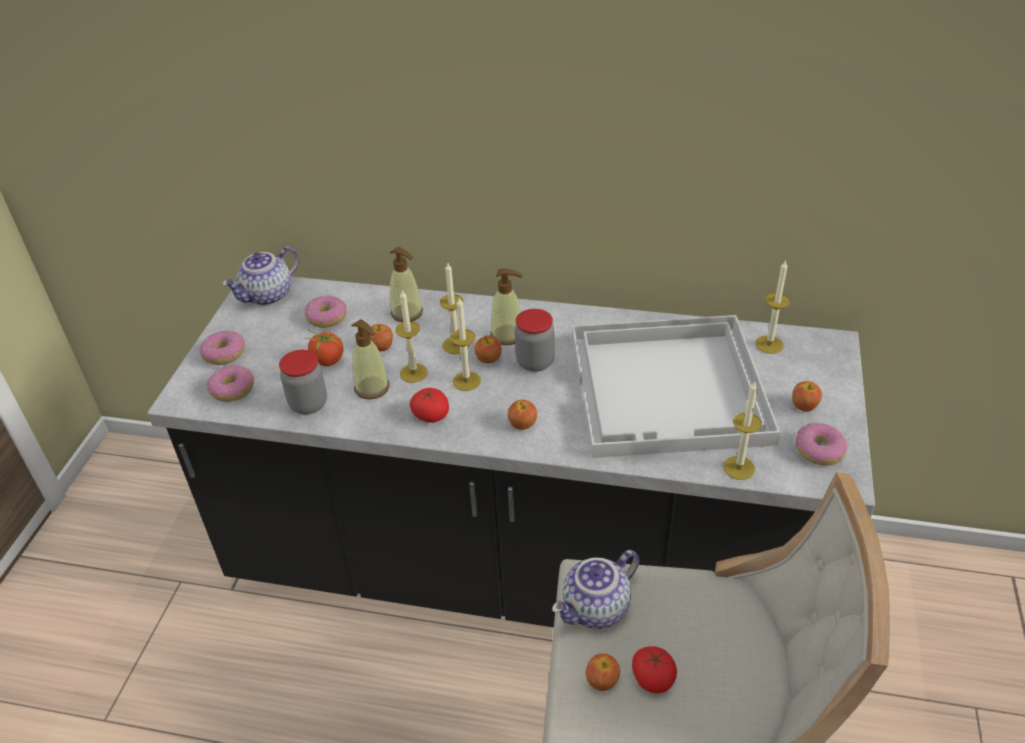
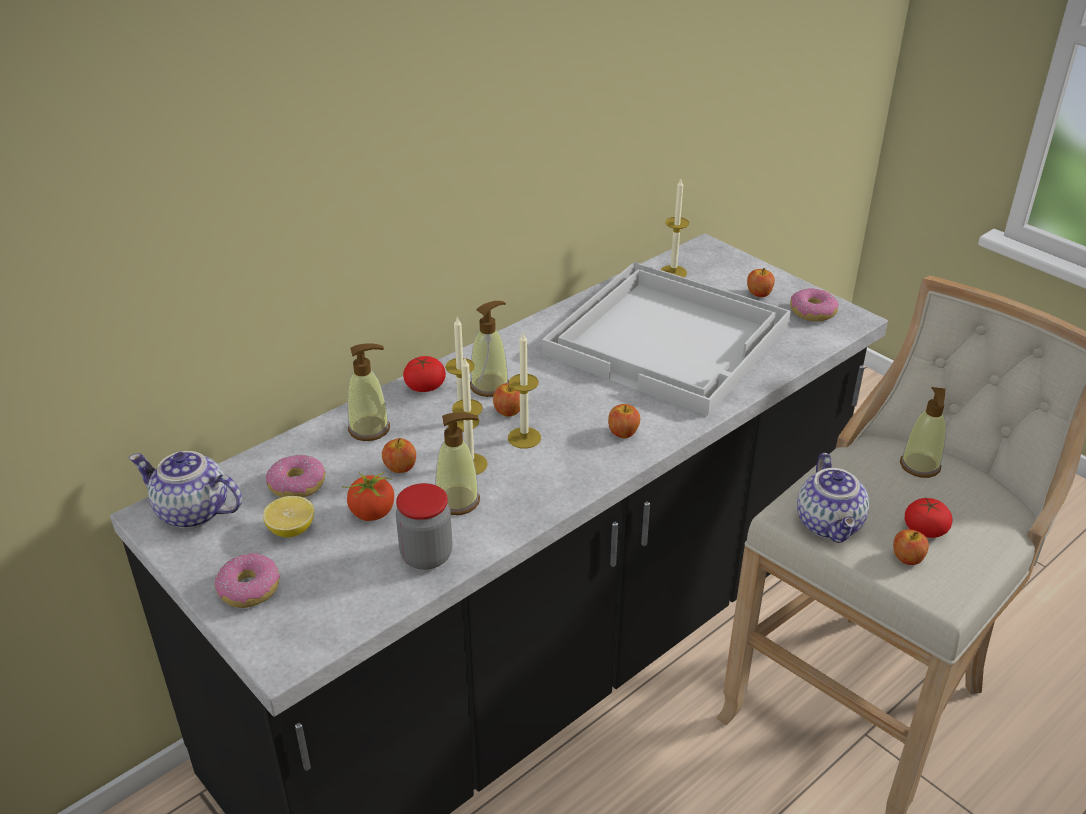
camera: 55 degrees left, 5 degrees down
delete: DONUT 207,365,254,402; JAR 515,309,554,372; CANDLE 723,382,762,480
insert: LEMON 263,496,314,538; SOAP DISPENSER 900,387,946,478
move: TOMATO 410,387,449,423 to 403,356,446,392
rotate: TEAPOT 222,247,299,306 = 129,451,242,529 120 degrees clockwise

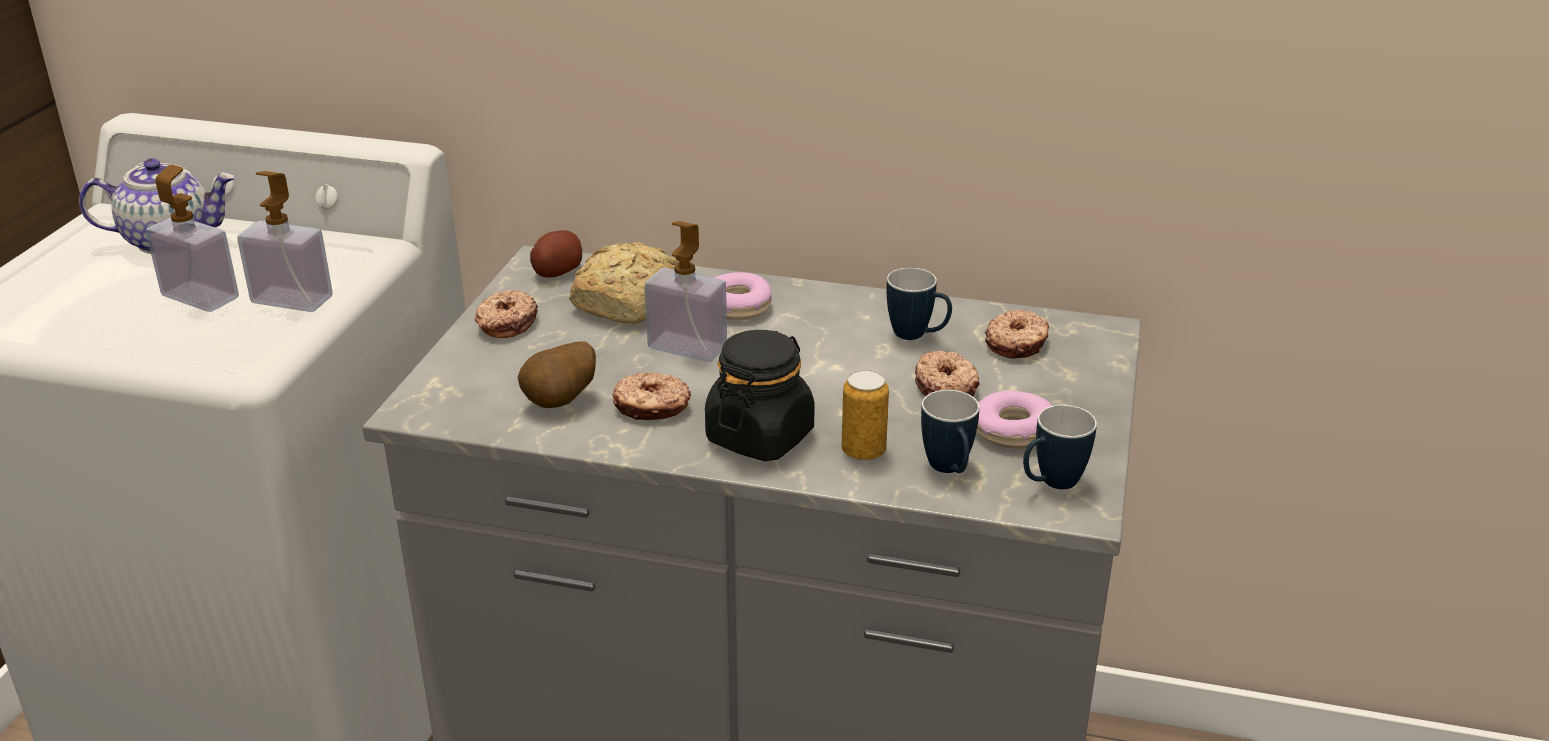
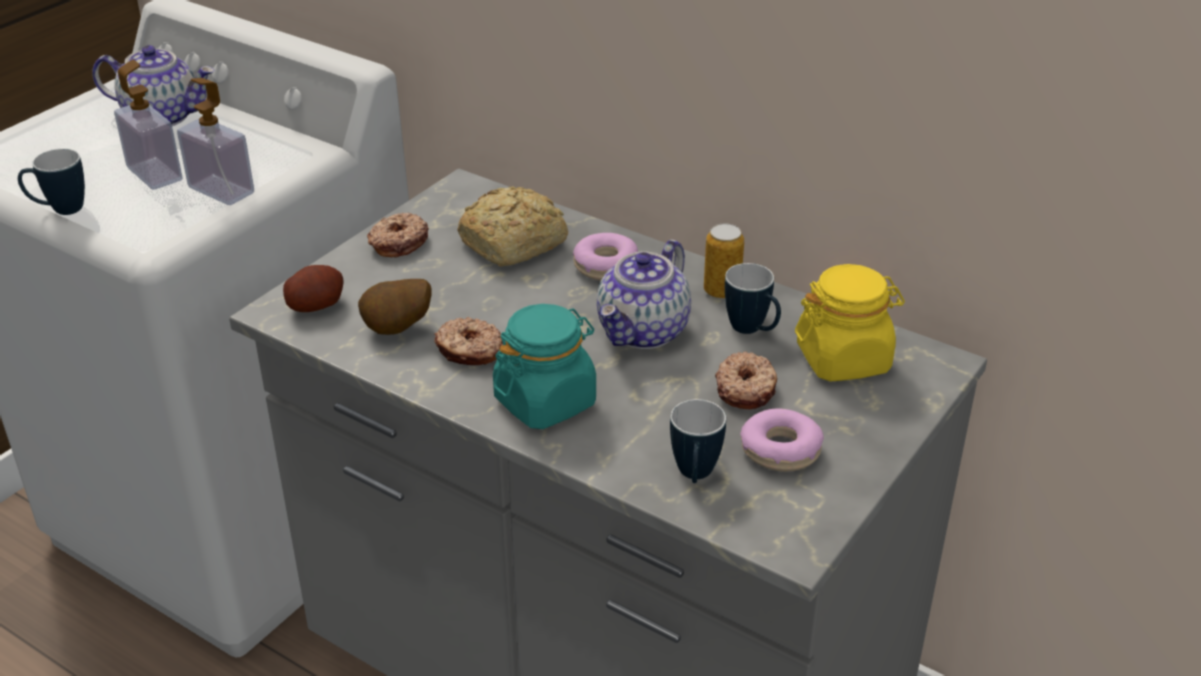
camera: 20 degrees right, 5 degrees up
delete: SOAP DISPENSER 645,221,727,362
insert: TEAPOT 597,240,691,349
move: MUG 1023,405,1097,489 to 18,149,85,215; POTATO 530,230,582,278 to 283,265,344,312; CAN 841,370,889,461 to 704,224,744,299
replace: DONUT 985,309,1049,358 to YELLOW JAR 795,264,905,382
recolor: BLACK JAR 705,330,815,461 to TURQUOISE JAR 493,304,596,429

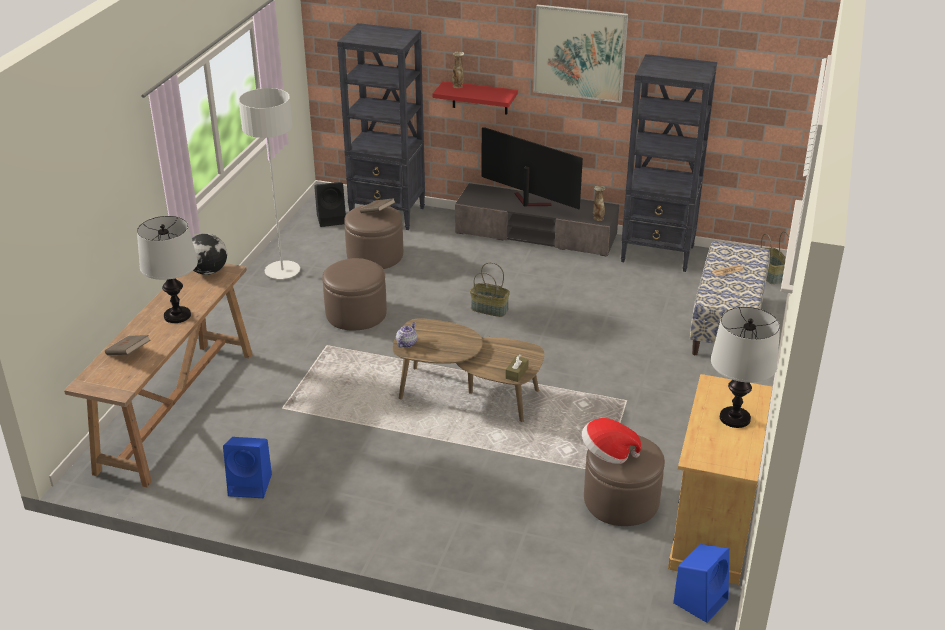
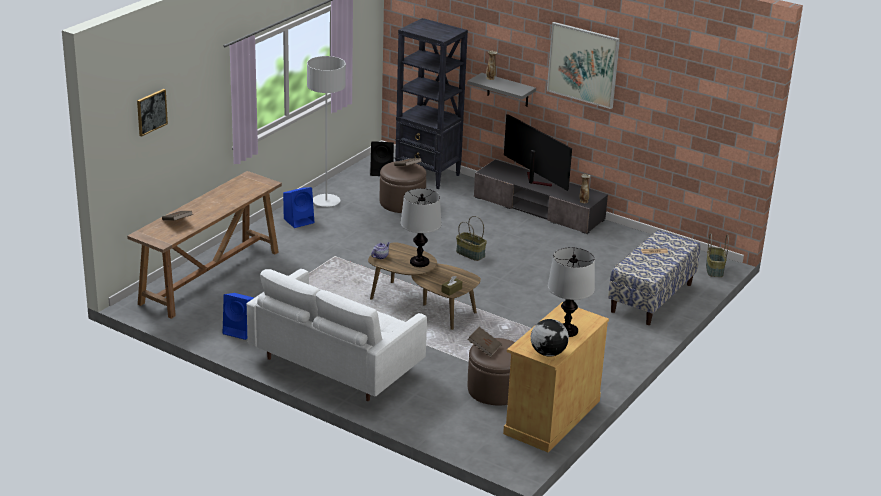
camera: 15 degrees right, 5 degrees down
delete: BROWN OTTOMAN 322,258,387,330; BLACK BOOKCASE 621,54,717,272
insert: PICTURE 137,89,168,137; WHITE SOFA 246,269,427,401
move: BLUE SPEAKER 673,544,729,623 to 283,187,315,228; TABLE LAMP 137,216,198,323 to 400,188,442,267; GLOBE 192,233,227,275 to 531,319,569,357
replace: HAT 582,418,641,464 to BROWN BOOK 467,327,502,357
recolor: RED SHELF 432,81,518,114 to GREY SHELF 467,73,536,107

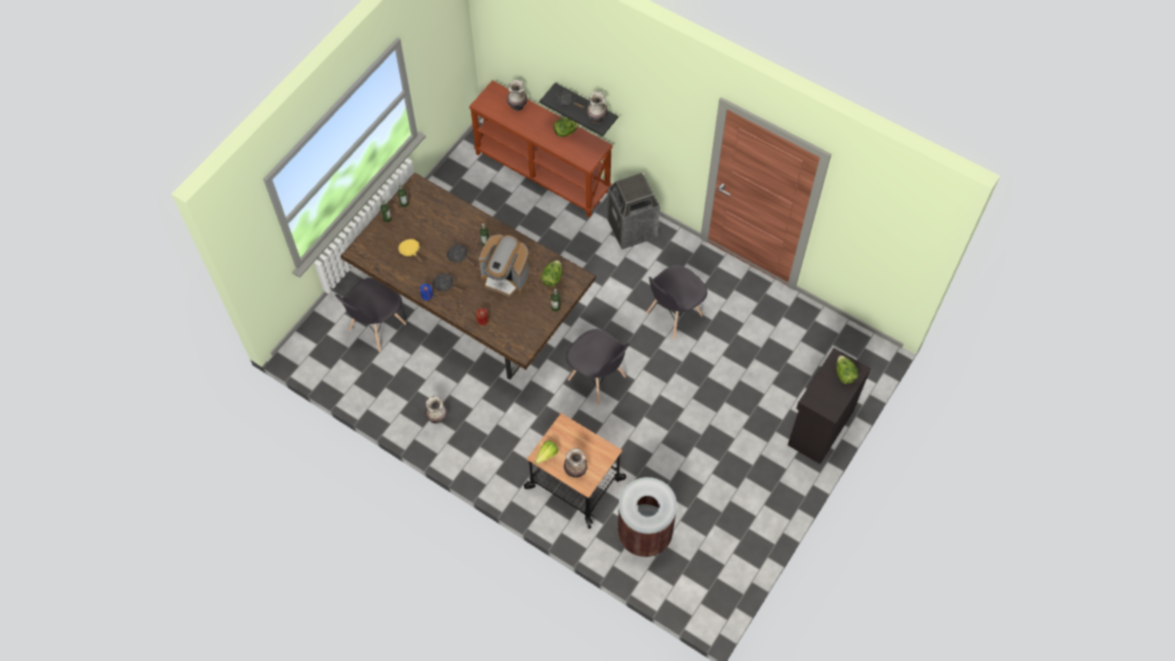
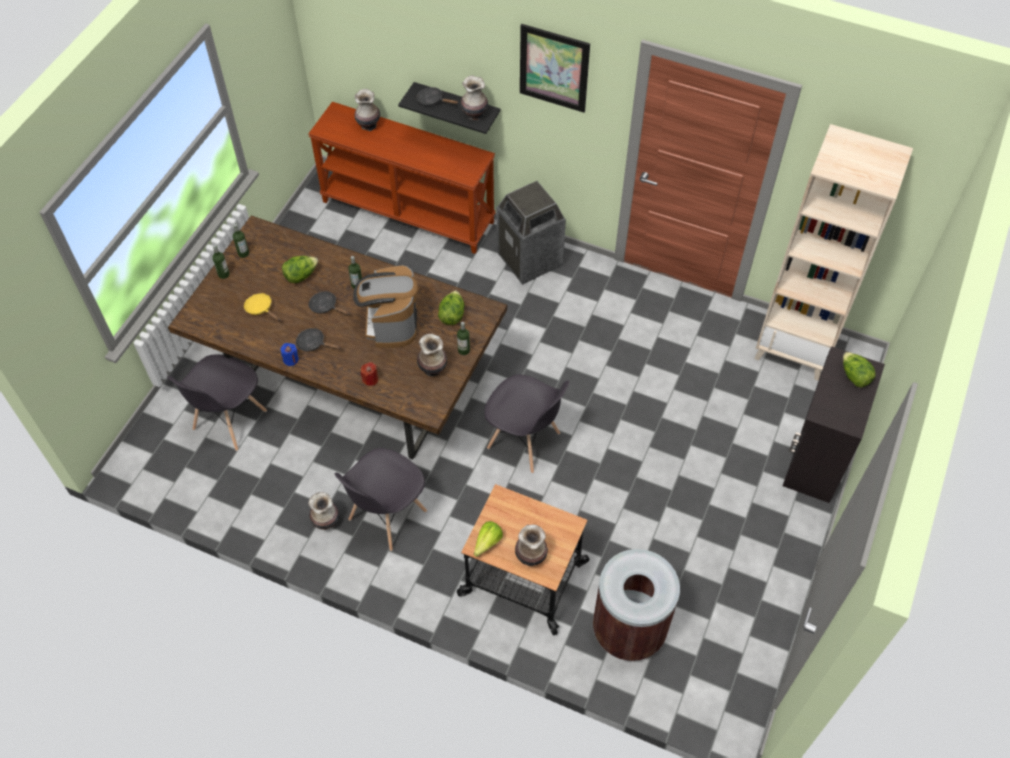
camera: 10 degrees left, 5 degrees down
insert: VASE 417,334,447,376; PICTURE 520,24,590,113; BEIGE BOOKCASE 754,124,913,381
move: LETTUCE 553,118,580,137 to 282,256,318,283; GREY CHAIR 646,265,707,340 to 334,448,427,551
rotate: COFFEE MACHINE 479,235,530,297 = 353,265,418,348 75 degrees clockwise

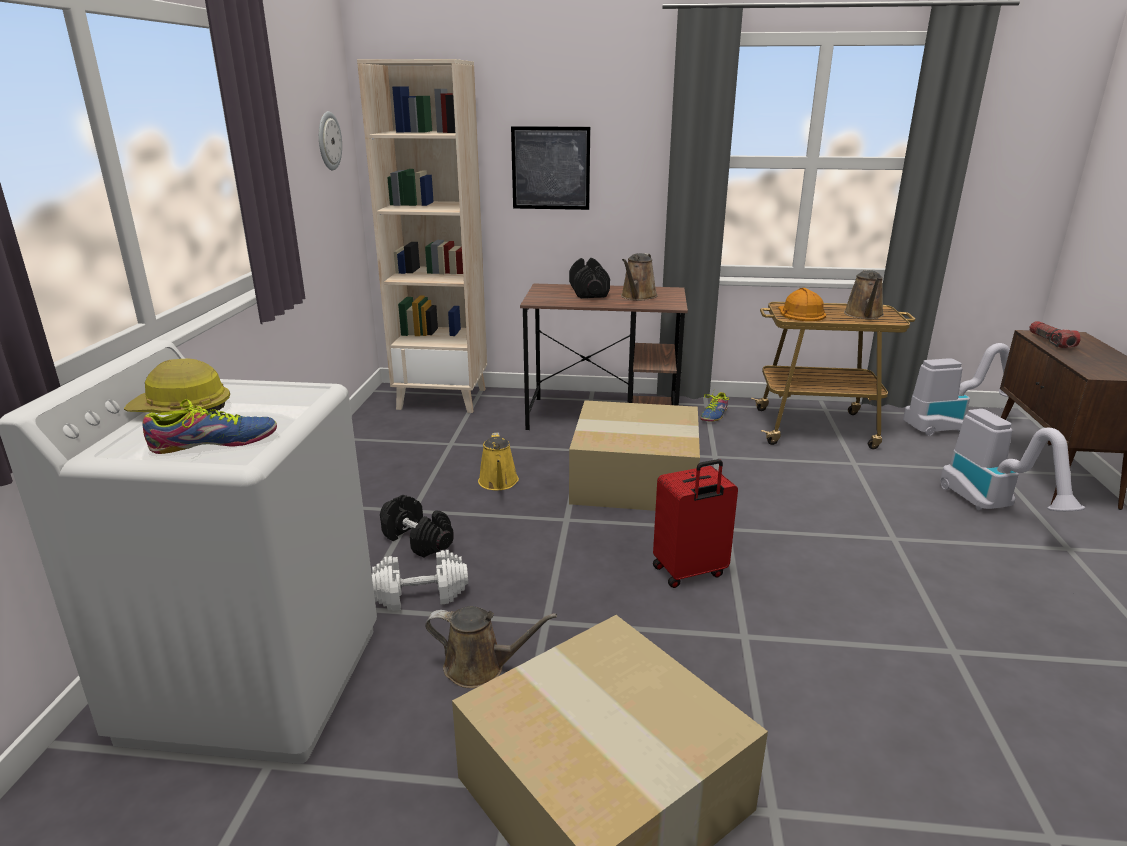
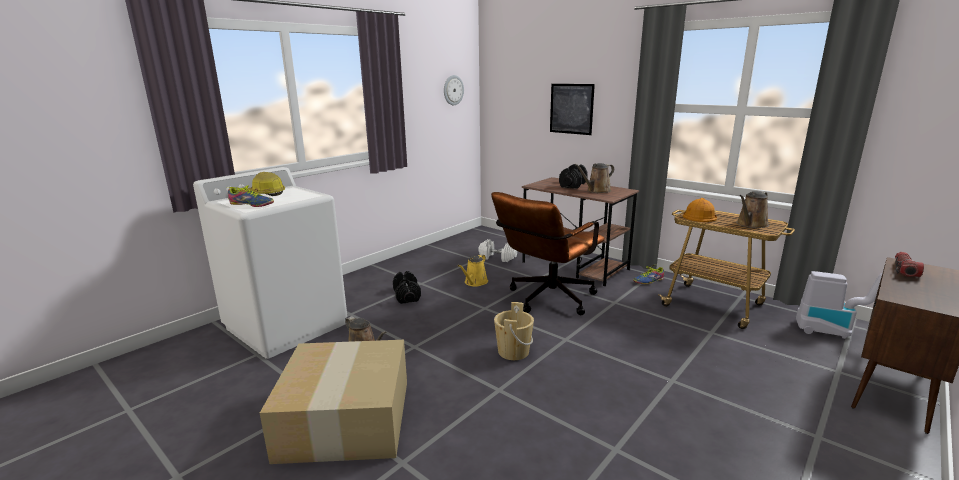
camera: 35 degrees right, 5 degrees down
delete: BEIGE BOOKCASE 357,59,487,413; VACUUM CLEANER 940,409,1085,511
move: WHITE DUMBBELL 372,550,468,611 to 478,239,517,262
replace: CARDBOARD BOX 569,400,700,511 to BROWN OFFICE CHAIR 491,192,605,315; RED SUITCASE 653,459,738,588 to BEIGE BUCKET 494,302,534,360

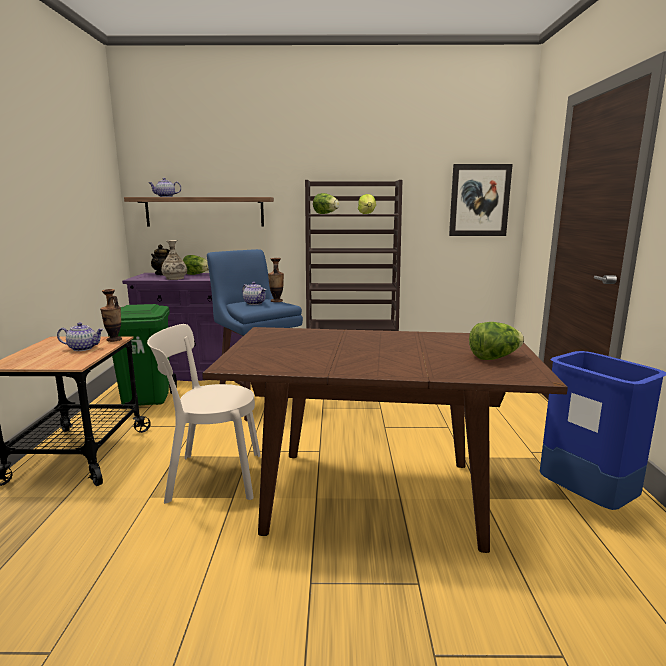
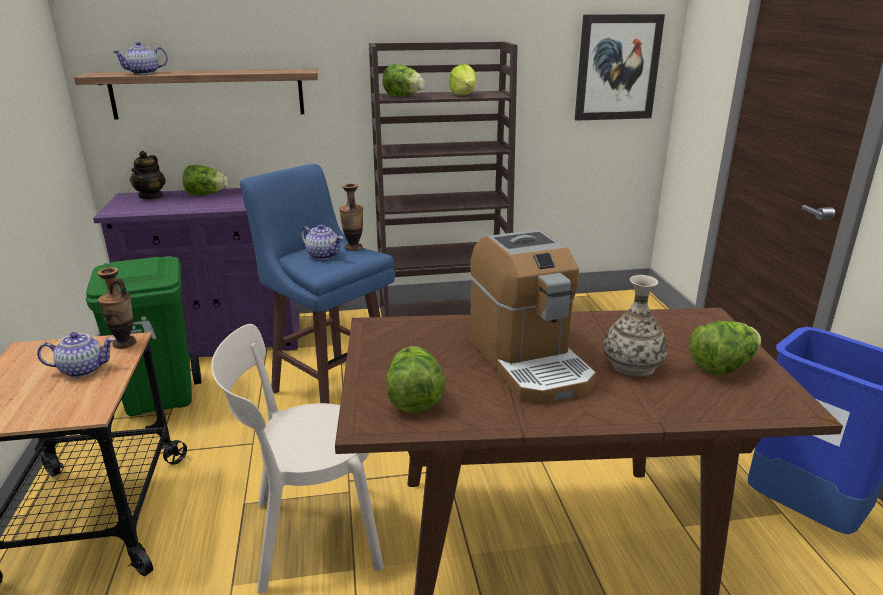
camera: 10 degrees left, 10 degrees up
insert: LETTUCE 387,346,445,413; COFFEE MACHINE 470,229,596,405
move: VASE 161,240,187,280 to 603,275,668,377

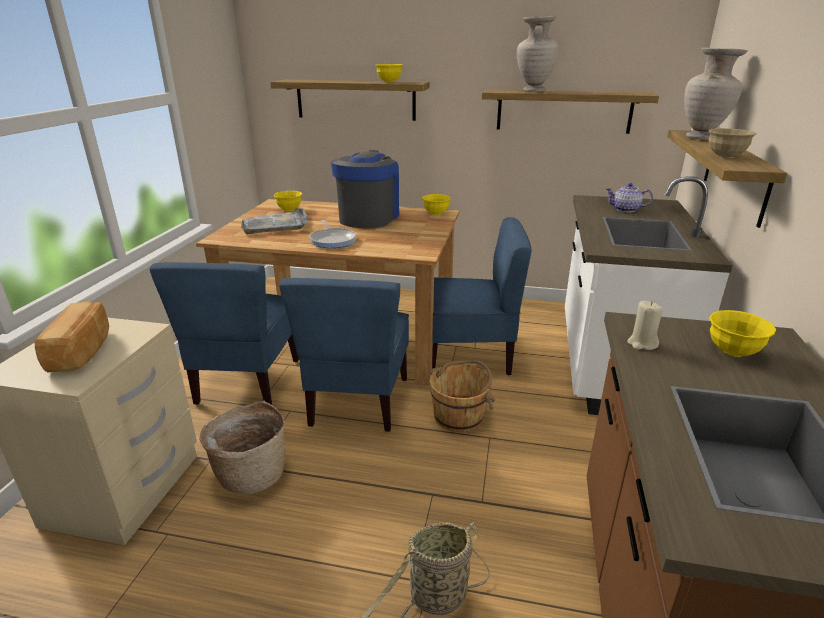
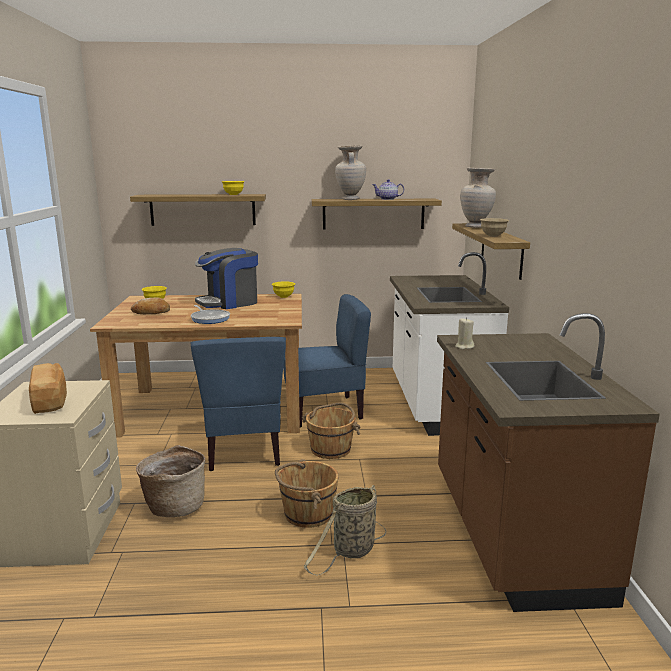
camera: 15 degrees left, 10 degrees down
delete: BLUE CHAIR 150,262,299,405; YELLOW BOWL 709,310,776,357
insert: BROWN BUCKET 275,459,339,528
move: TEAPOT 605,183,653,213 to 372,180,404,200
replace: GREY TRAY 241,208,307,234 to BREAD 131,298,170,314
rotate: COFFEE MACHINE 331,150,399,228 = 195,248,258,309 120 degrees counterclockwise

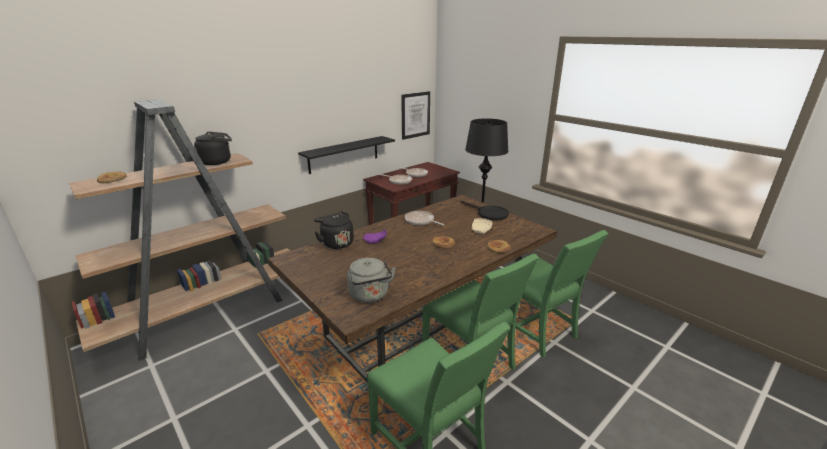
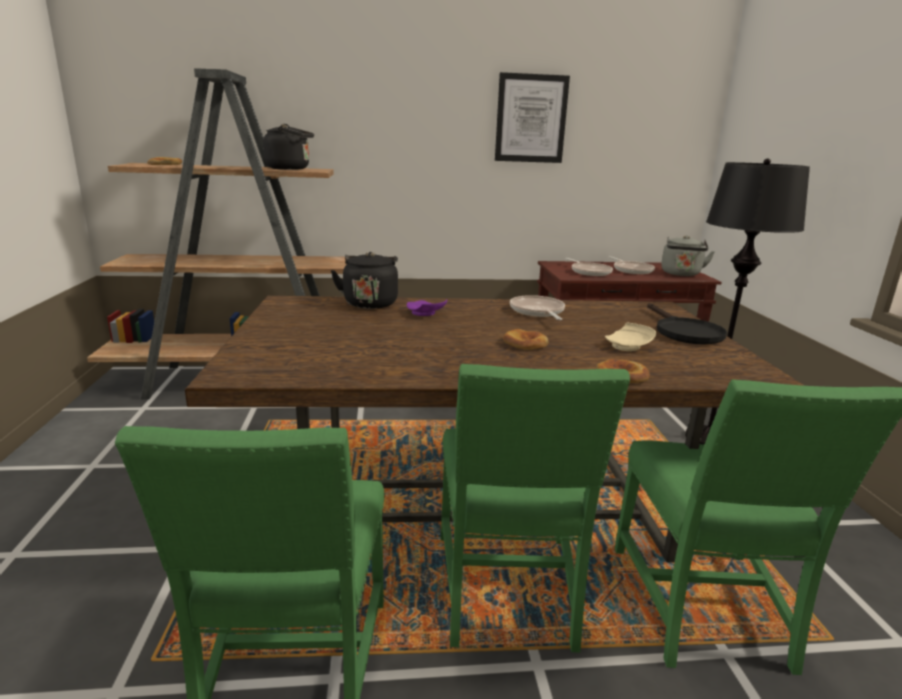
camera: 35 degrees right, 5 degrees down
delete: BLACK SHELF 298,136,395,174
move: PICTURE 401,91,430,140 to 495,72,570,163; GREY KETTLE 347,258,396,303 to 661,235,715,276

